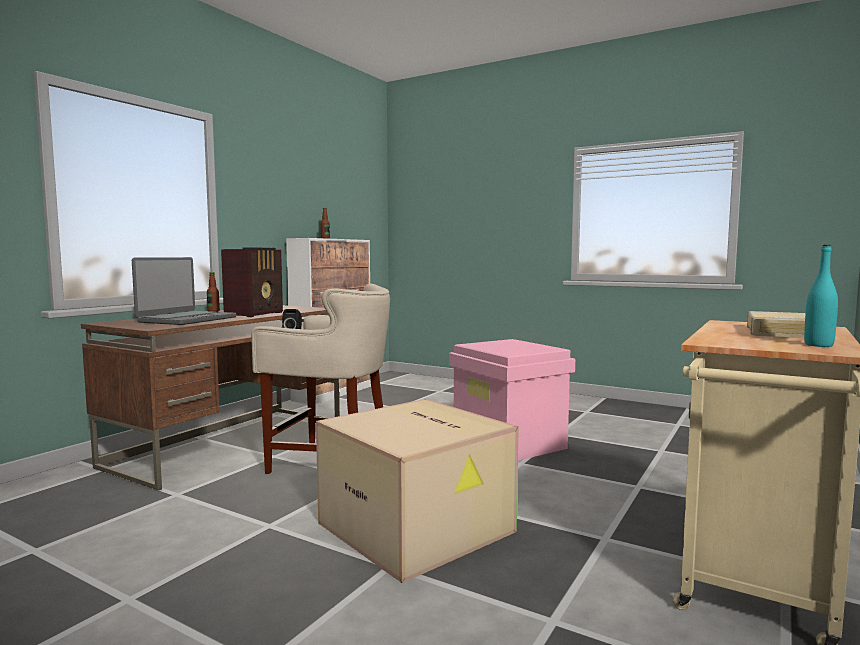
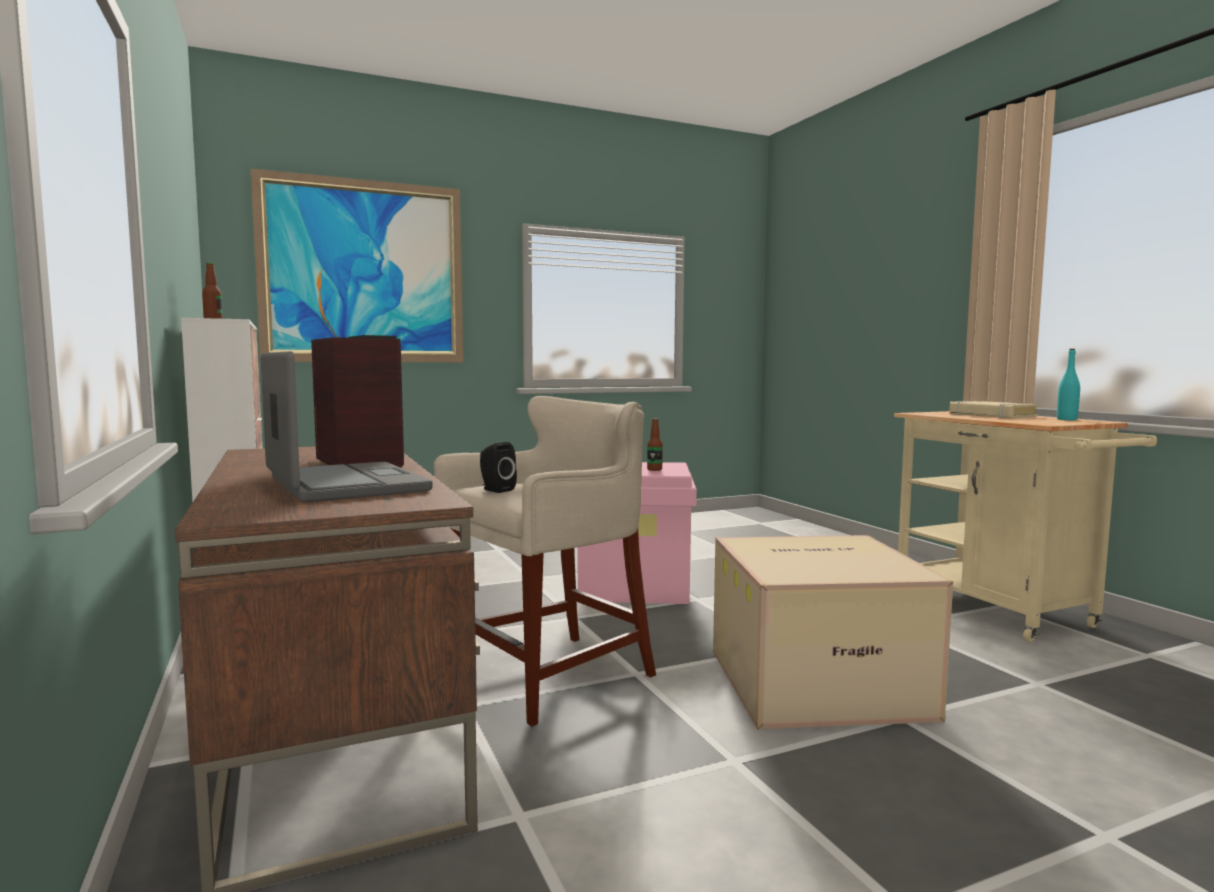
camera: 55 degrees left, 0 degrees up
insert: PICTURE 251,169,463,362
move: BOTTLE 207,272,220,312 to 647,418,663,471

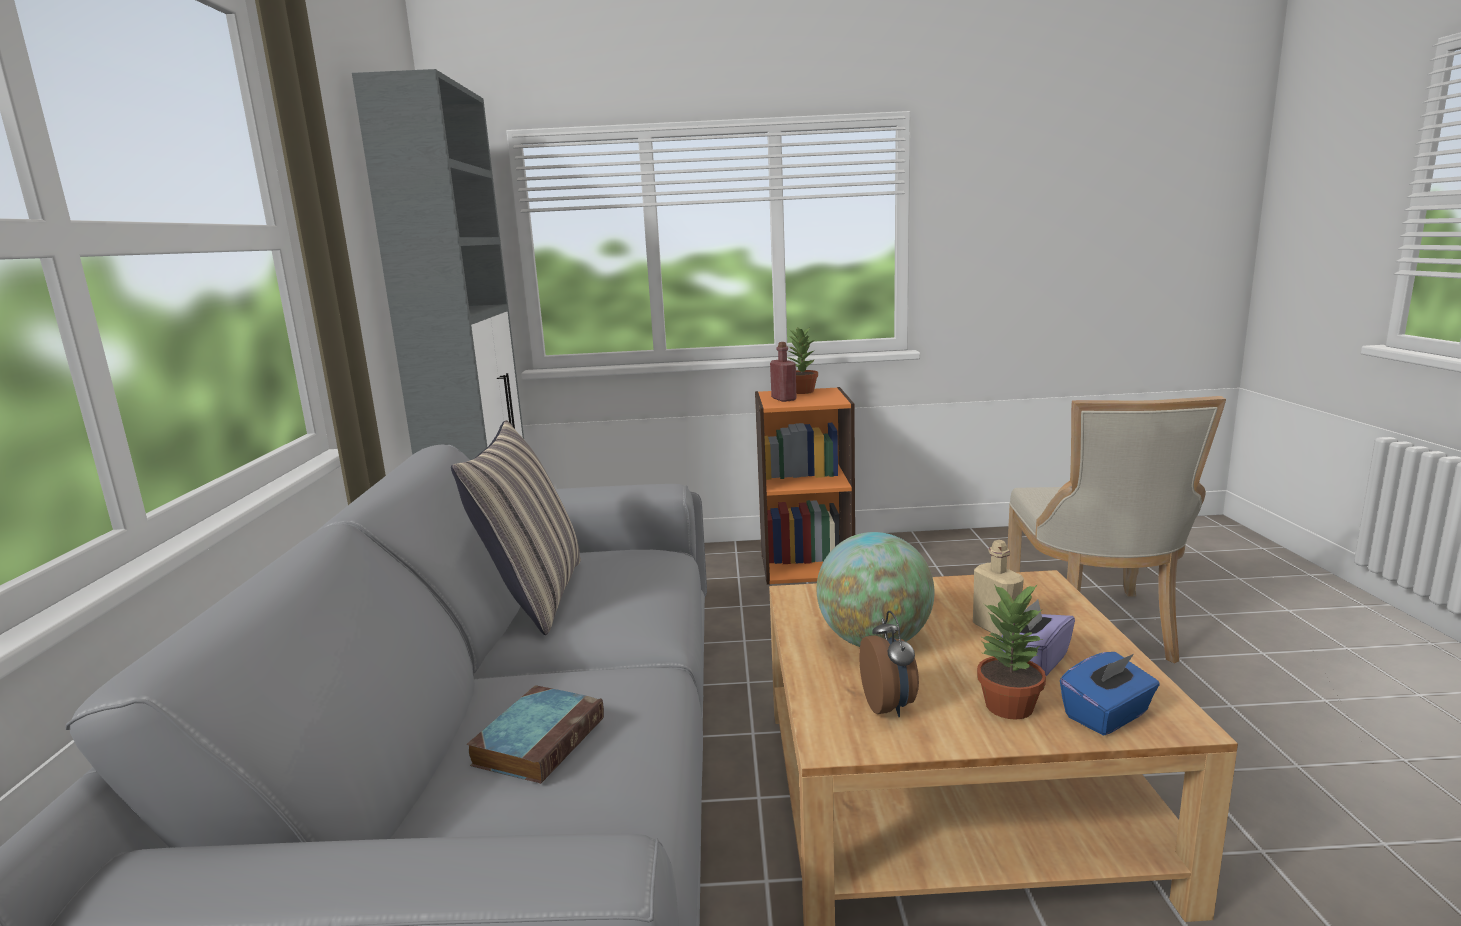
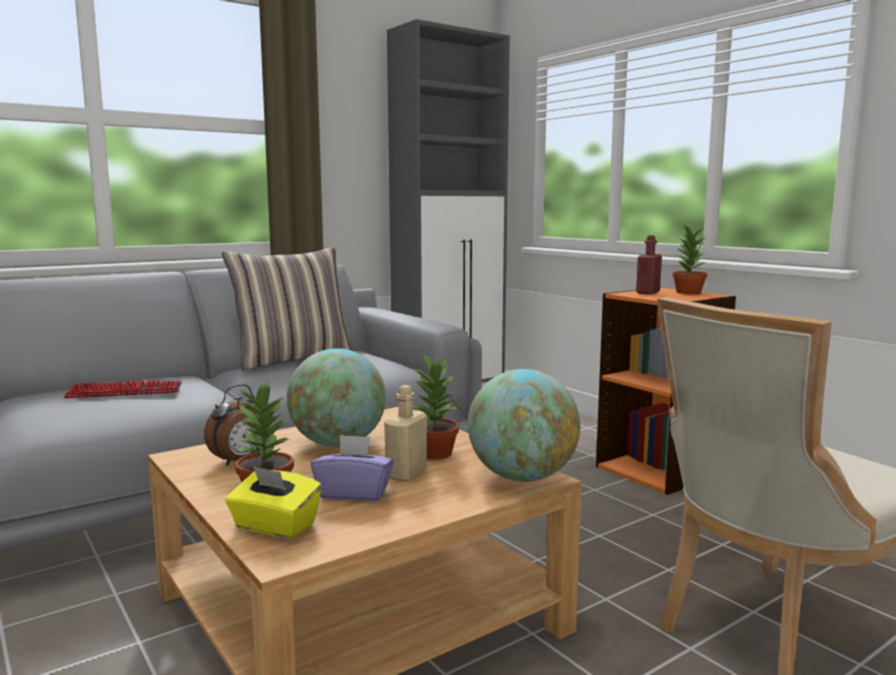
camera: 55 degrees right, 5 degrees down
insert: POTTED PLANT 413,353,459,459; GLOBE 468,369,580,482
replace: BOOK 467,685,604,784 to KEYBOARD 64,380,182,398
recolor: BLUE TISSUE BOX 1060,652,1160,735 to YELLOW TISSUE BOX 225,465,322,539

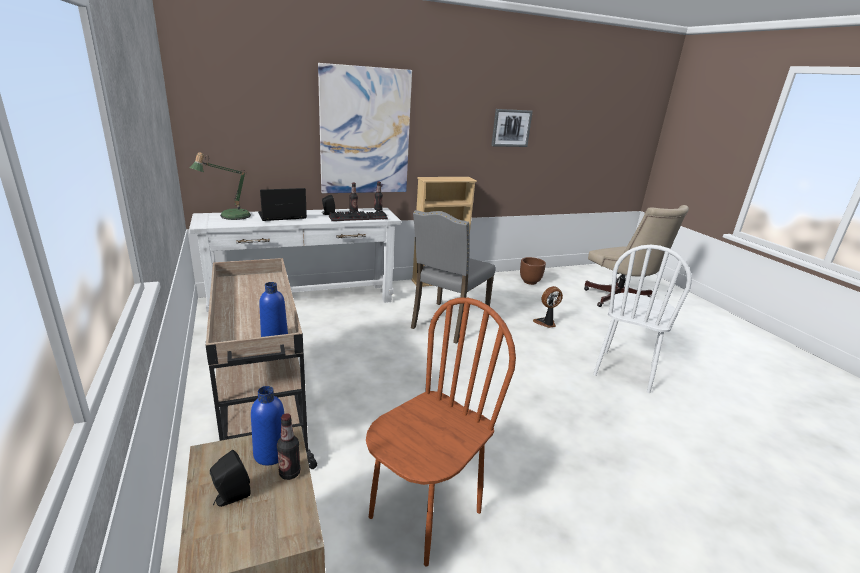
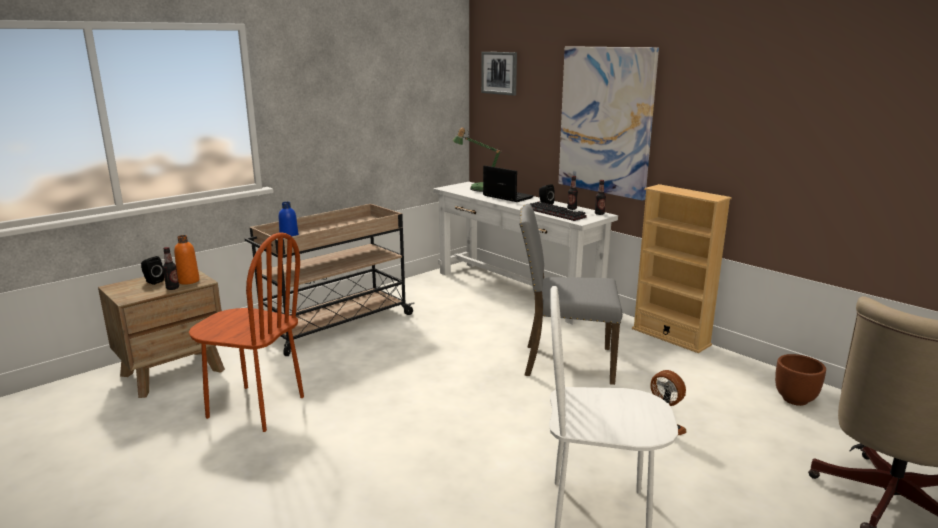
camera: 70 degrees right, 5 degrees down
move: PICTURE 491,109,533,147 to 481,52,517,96
recolor: BLUE BOTTLE 251,386,284,465 to ORANGE BOTTLE 174,235,200,285

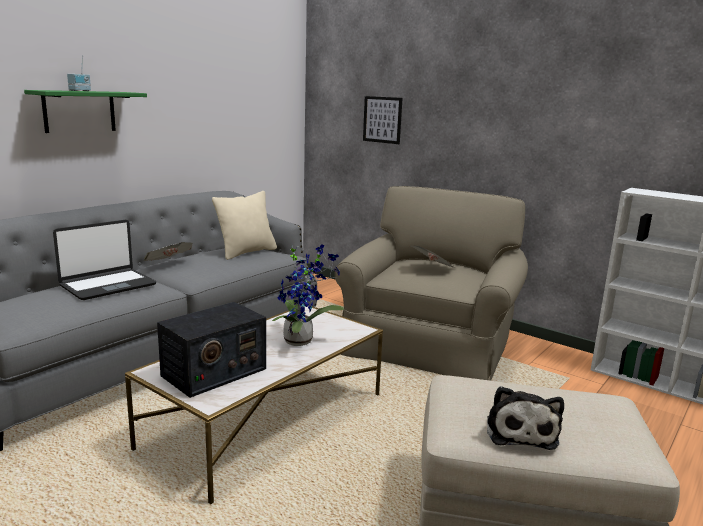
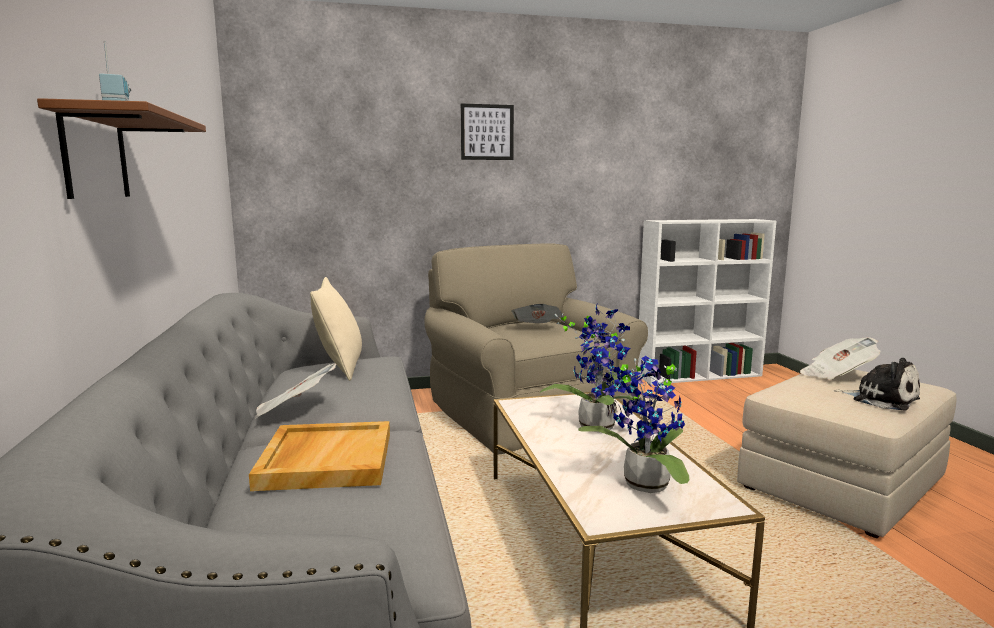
camera: 50 degrees left, 5 degrees down
insert: NEWSPAPER 800,337,880,379
move: PICTURE 363,96,403,144 to 461,104,514,160
replace: LAPTOP 53,220,156,300 to BEIGE TRAY 249,421,390,491; RADIO 157,302,266,398 to POTTED PLANT 578,343,689,493
recolor: GREEN SHELF 24,90,147,133 to BROWN SHELF 37,98,206,199

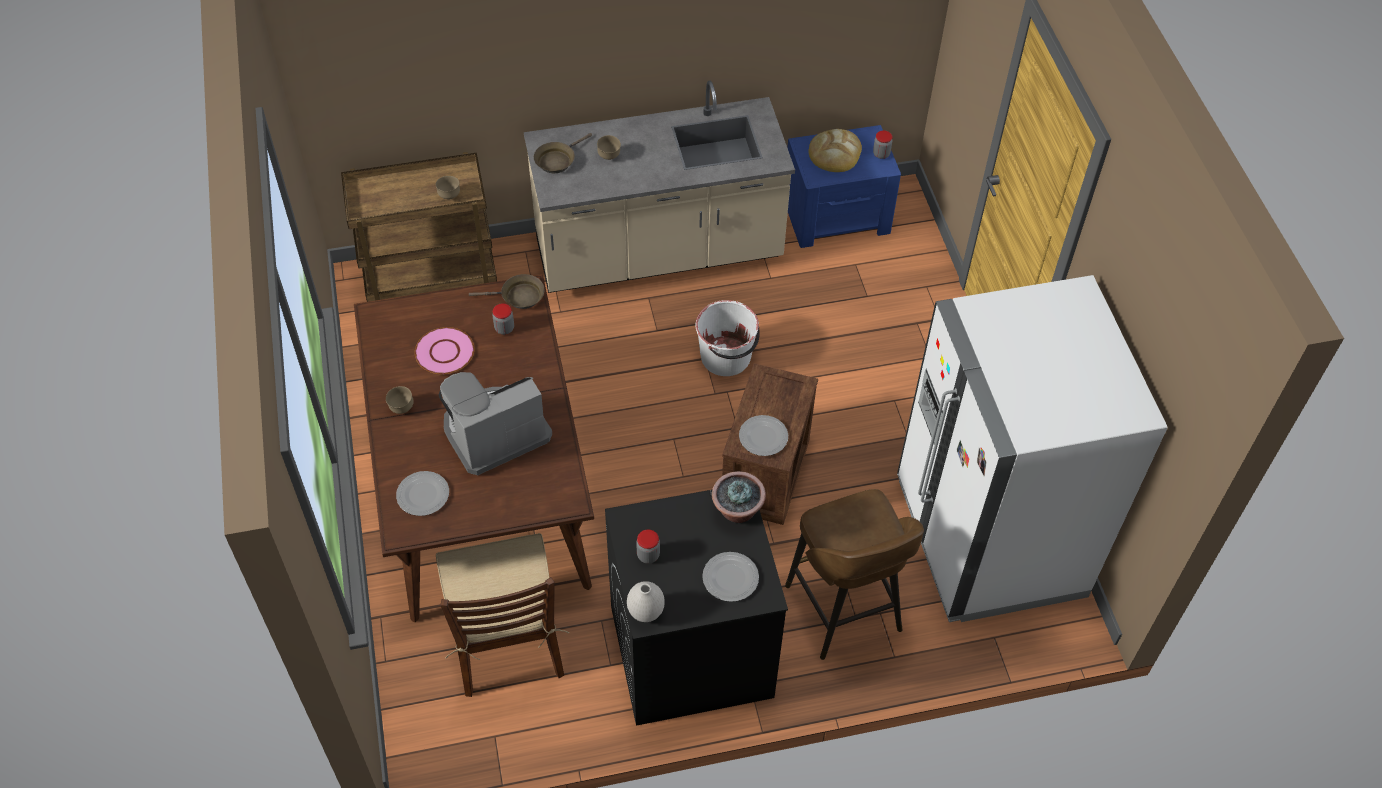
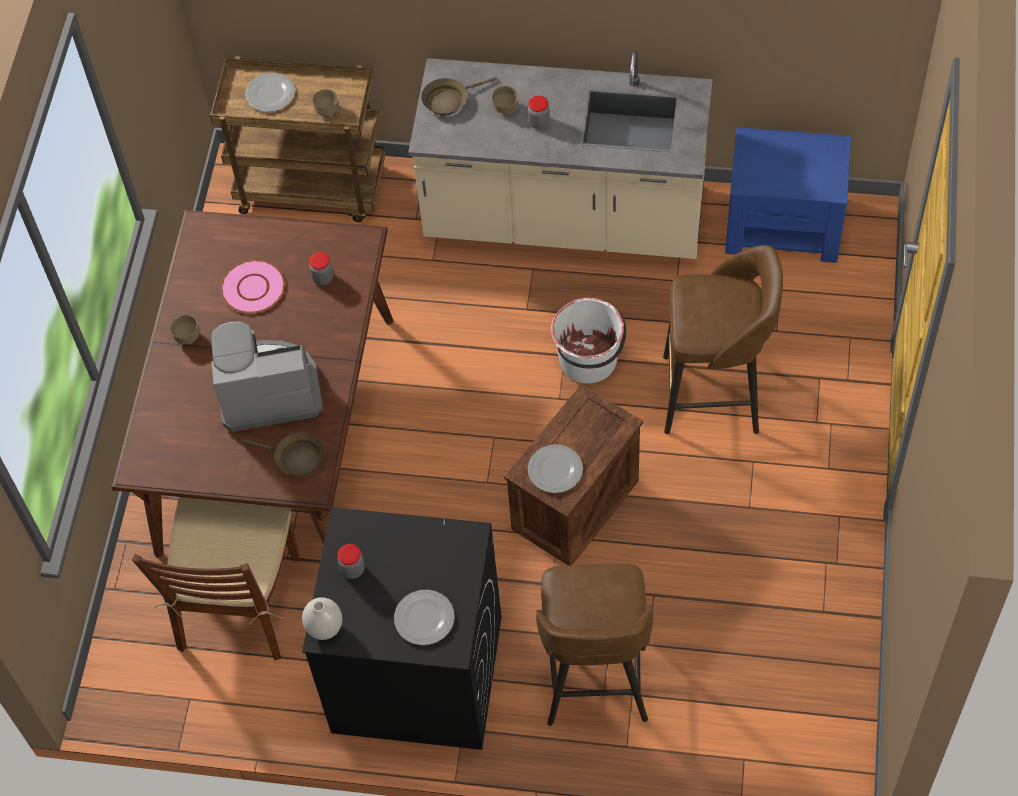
camera: 25 degrees right, 5 degrees up
delete: POTTED PLANT 712,471,766,523; BREAD 808,129,862,172; WHITE FRIDGE 897,275,1168,622
insert: BROWN STOOL 663,245,783,434
move: BROWN FRYING PAN 469,274,545,309 to 242,432,325,476; PLATE 396,471,449,516 to 245,73,295,112; JAR 873,130,892,159 to 528,96,550,129

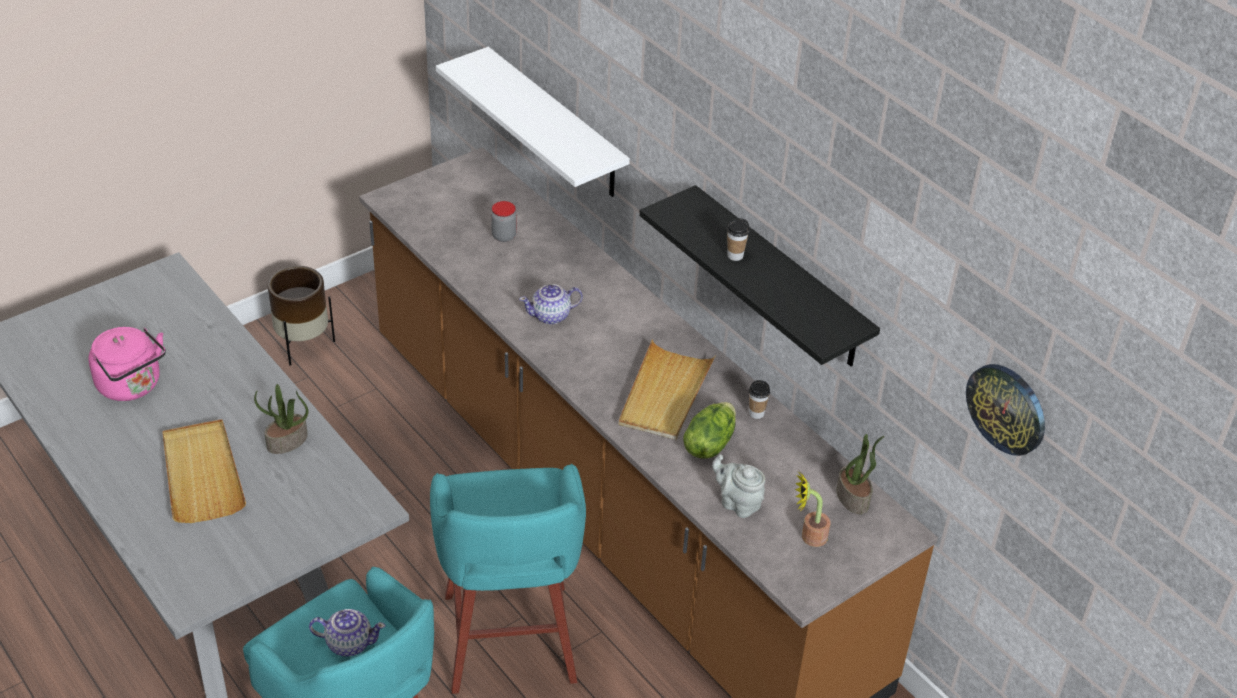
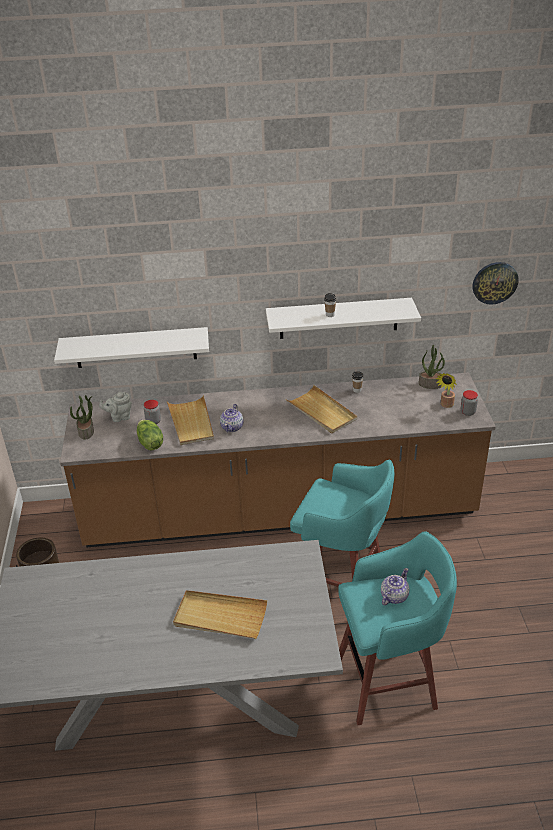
camera: 55 degrees left, 5 degrees down
delete: PINK KETTLE 88,327,166,401
insert: BEIGE TRAY 167,395,214,445; JAR 461,390,478,416
move: POTTED PLANT 254,384,308,454 to 70,395,94,440; GREY TEAPOT 712,454,765,518 to 99,392,132,422; LETTUCE 683,402,736,459 to 137,420,163,450
recolor: BLACK SHELF 639,185,880,367 to WHITE SHELF 266,298,421,339

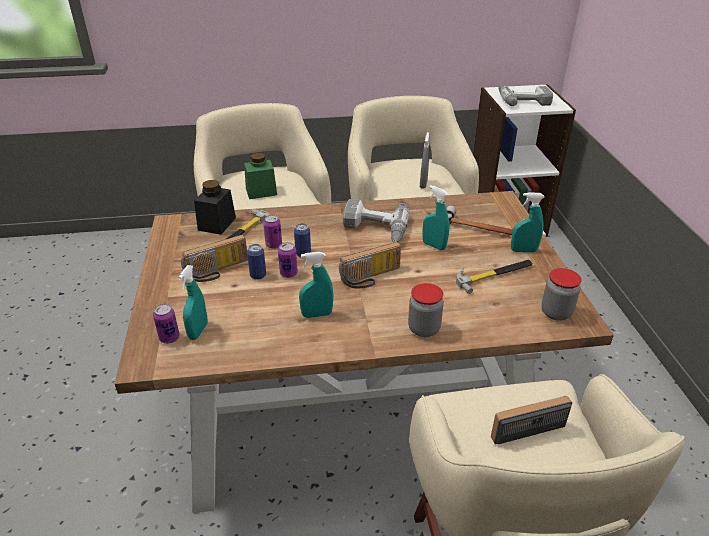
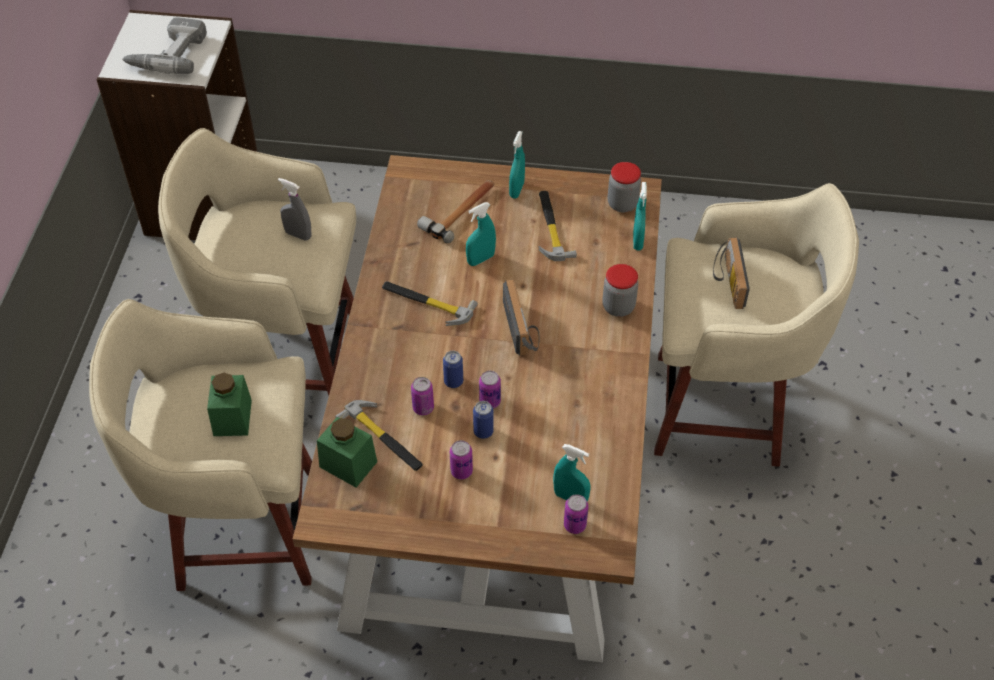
camera: 75 degrees left, 15 degrees up
move: TURQUOISE SPRAY BOTTLE 299,252,333,318 to 633,182,647,251
replace: POWER DRILL 343,199,409,243 to HAMMER 382,281,478,326; RADIO 181,235,248,282 to CAN 450,440,473,479
recolor: BLACK JAR 194,180,236,235 to GREEN JAR 317,417,377,488

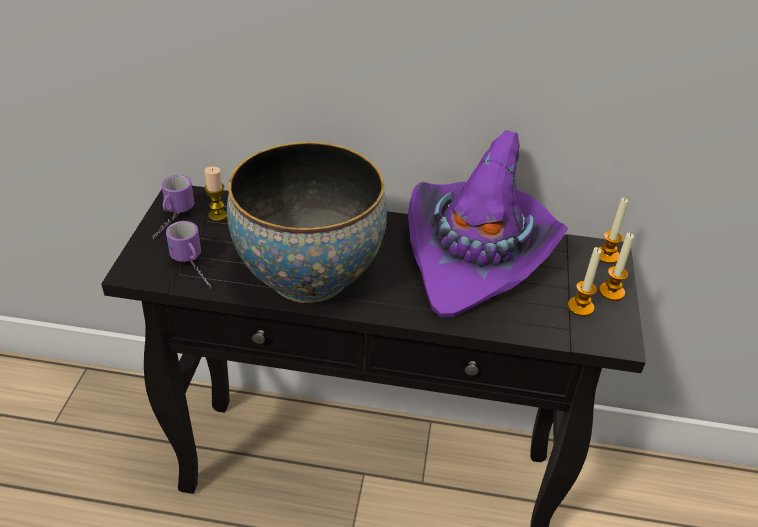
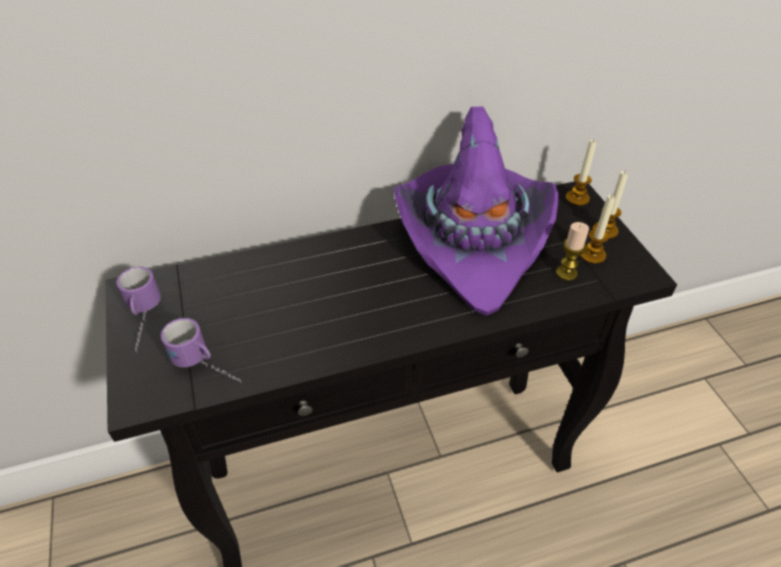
camera: 25 degrees left, 5 degrees up
delete: BOWL 227,142,387,303
move: CANDLE 204,167,227,222 to 556,222,589,281

